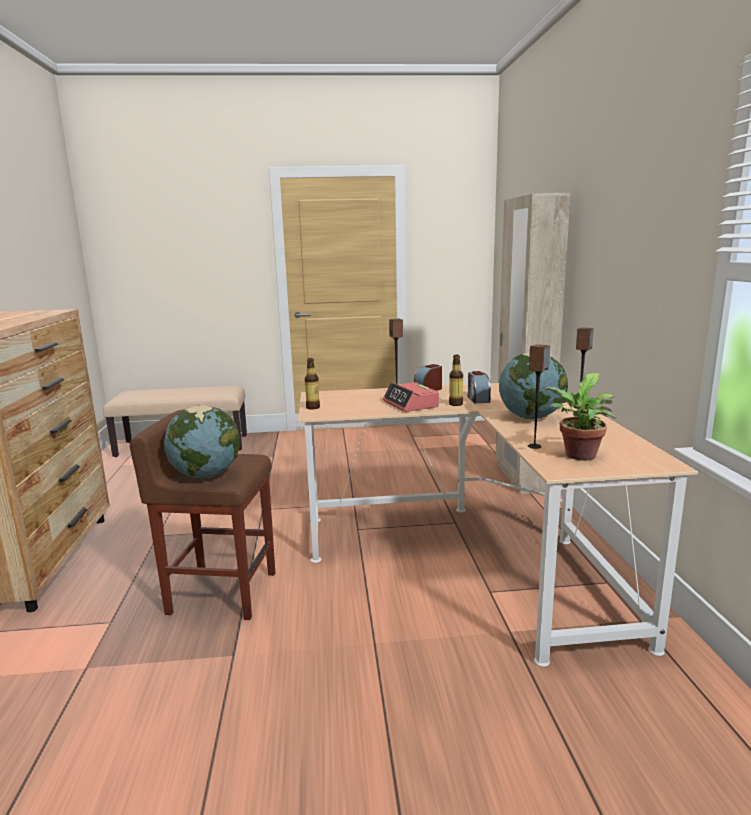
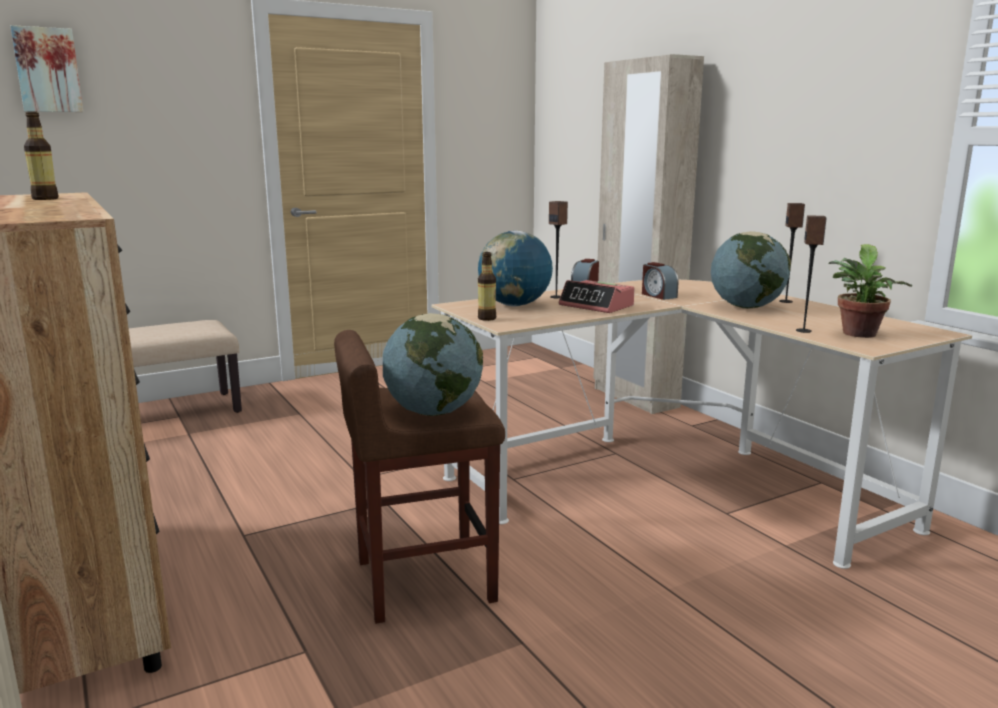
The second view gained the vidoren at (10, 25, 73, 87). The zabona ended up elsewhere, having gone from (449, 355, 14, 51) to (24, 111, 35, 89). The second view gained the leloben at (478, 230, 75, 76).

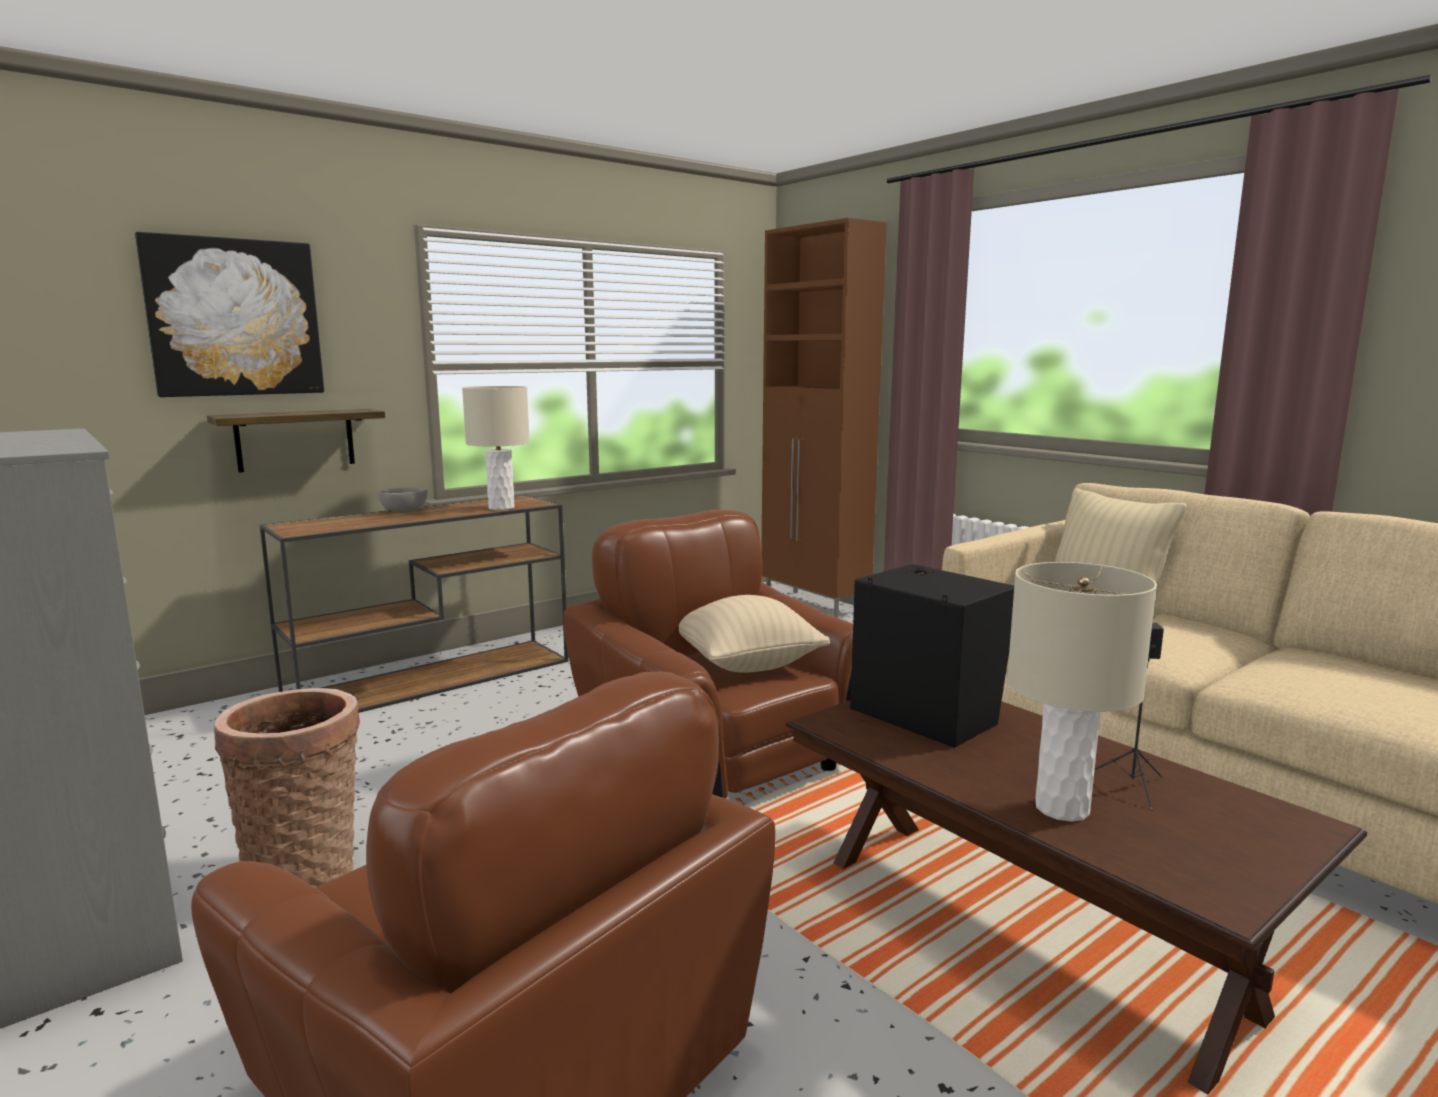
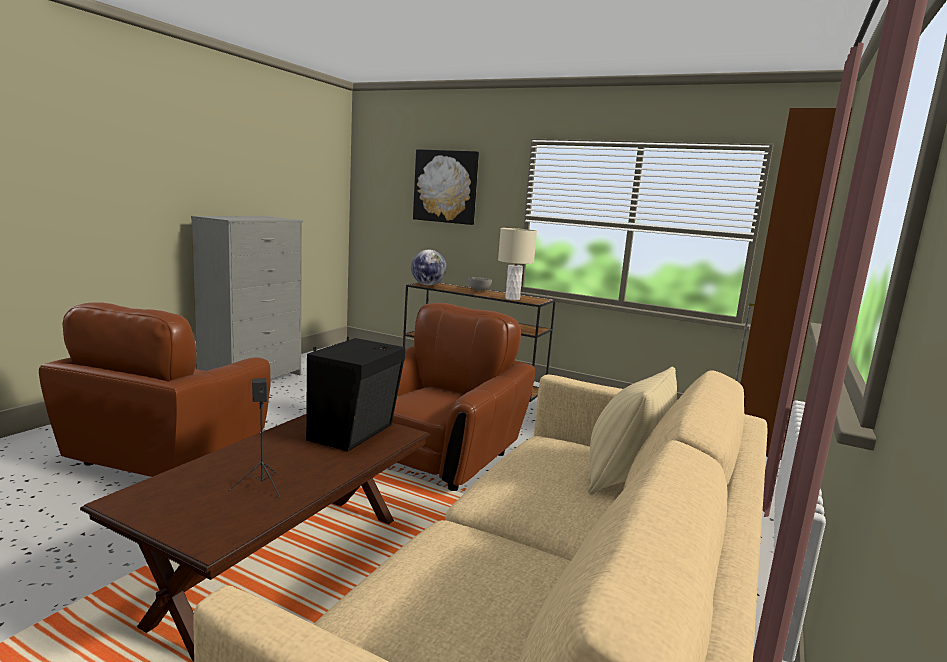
The second view gained the leloben at (411, 250, 36, 35). The second view lost the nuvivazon at (207, 409, 178, 64). The second view lost the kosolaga at (214, 688, 146, 199). The second view lost the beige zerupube at (679, 595, 151, 78). The second view lost the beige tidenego at (1007, 562, 150, 260).

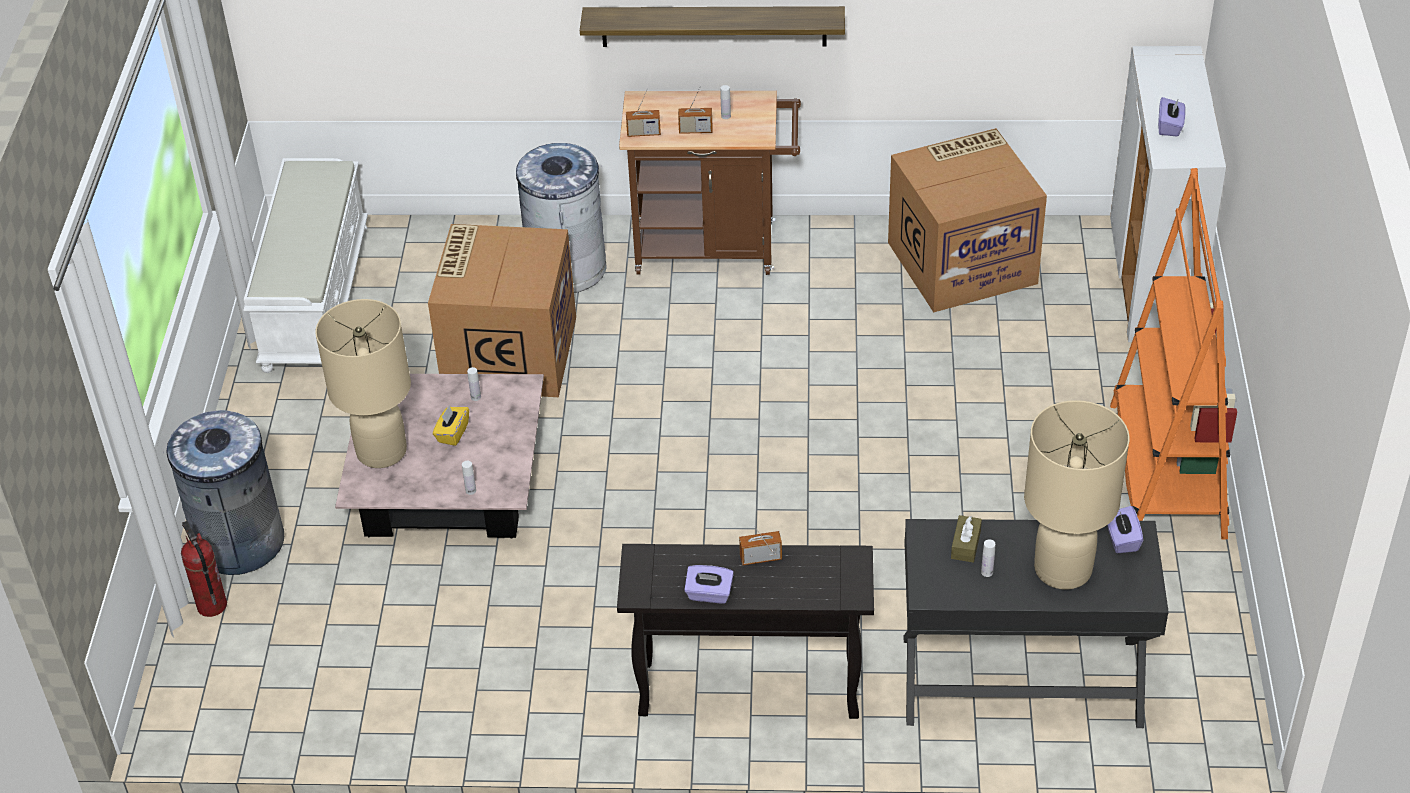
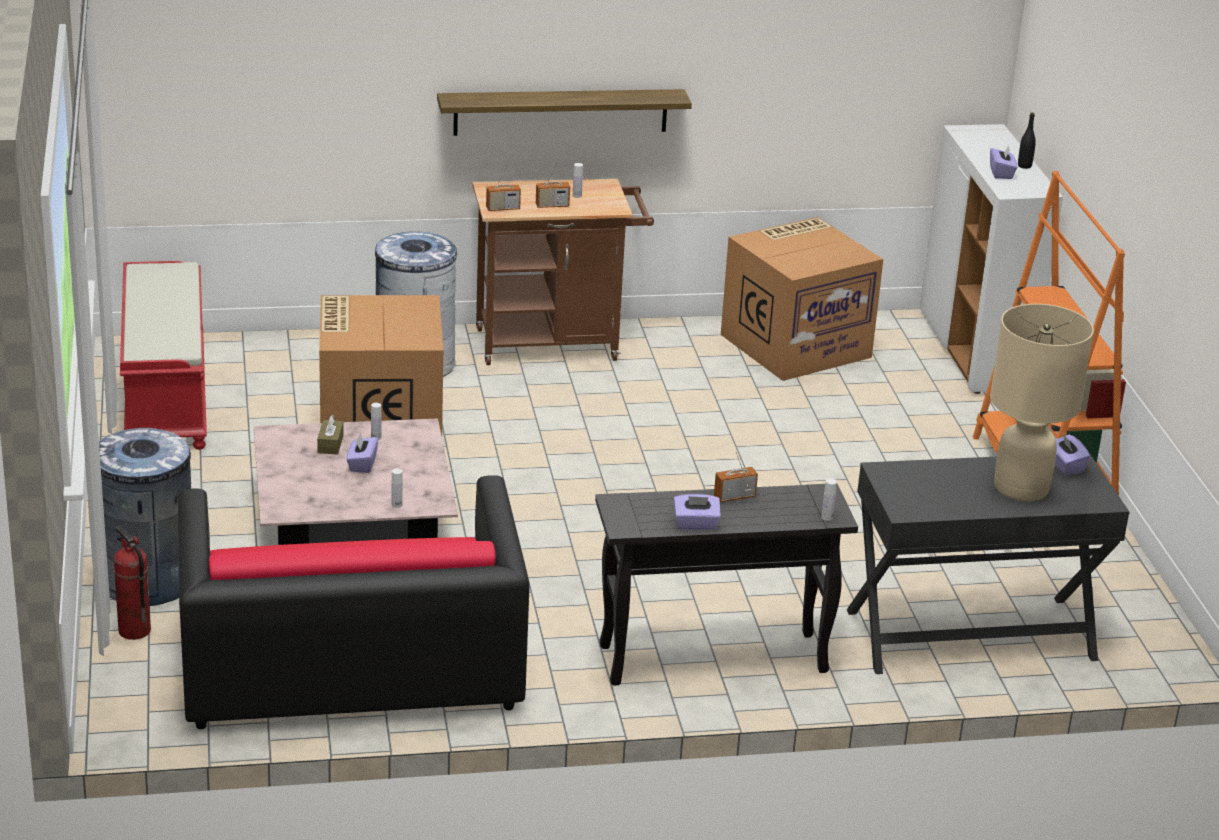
What was the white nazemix at (243, 158, 125, 215) turned into the red nazemix at (120, 261, 87, 189). The second view gained the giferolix at (178, 475, 352, 254). The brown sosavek ended up elsewhere, having gone from (951, 515, 31, 48) to (317, 415, 27, 39). What was the yellow sosavek at (433, 405, 36, 41) turned into the purple sosavek at (347, 433, 31, 40). The white zabona ended up elsewhere, having gone from (981, 539, 14, 38) to (821, 479, 16, 42). The second view gained the black zabona at (1018, 113, 18, 56). The second view lost the beige tidenego at (315, 299, 96, 169).

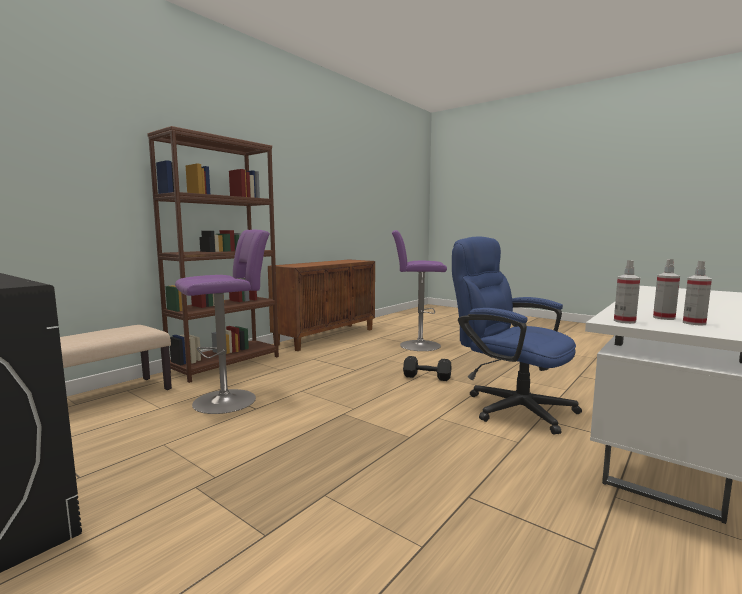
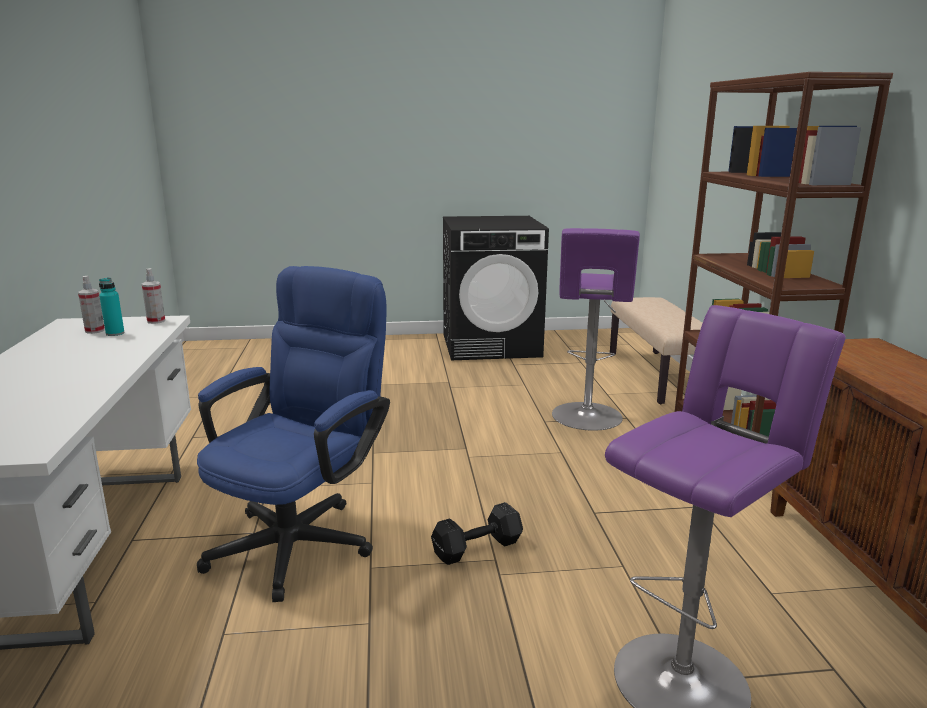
Where the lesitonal stood at (653, 259, 27, 61), the turquoise zabona came to stand at (99, 277, 26, 59). The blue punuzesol at (452, 237, 130, 198) ended up facing another way, 60 degrees counterclockwise from before.

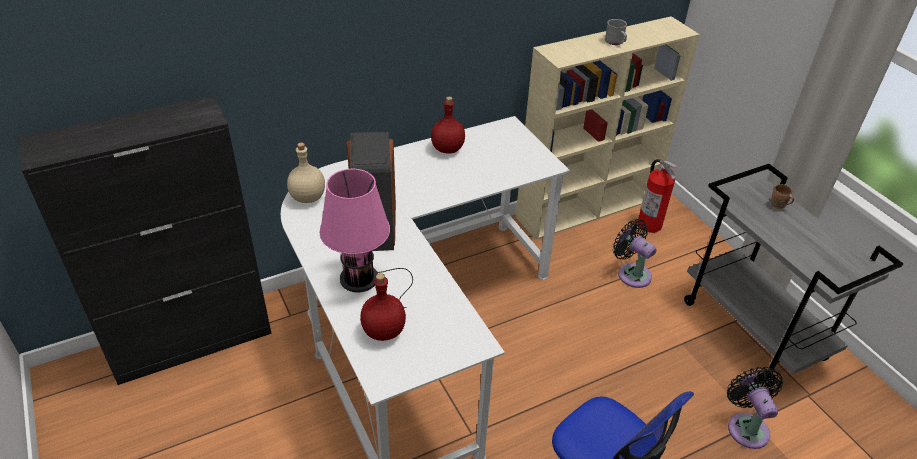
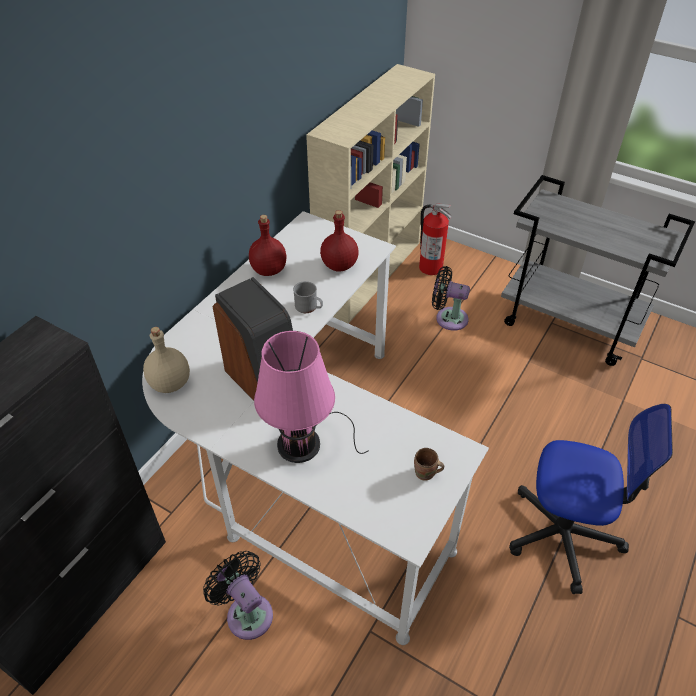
The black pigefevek ended up elsewhere, having gone from (727, 367, 56, 82) to (203, 551, 70, 89). The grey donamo ended up elsewhere, having gone from (605, 19, 22, 26) to (293, 281, 30, 32). The red zabona ended up elsewhere, having gone from (360, 273, 46, 68) to (320, 210, 39, 62). The brown donamo ended up elsewhere, having gone from (771, 184, 23, 25) to (414, 448, 30, 33).

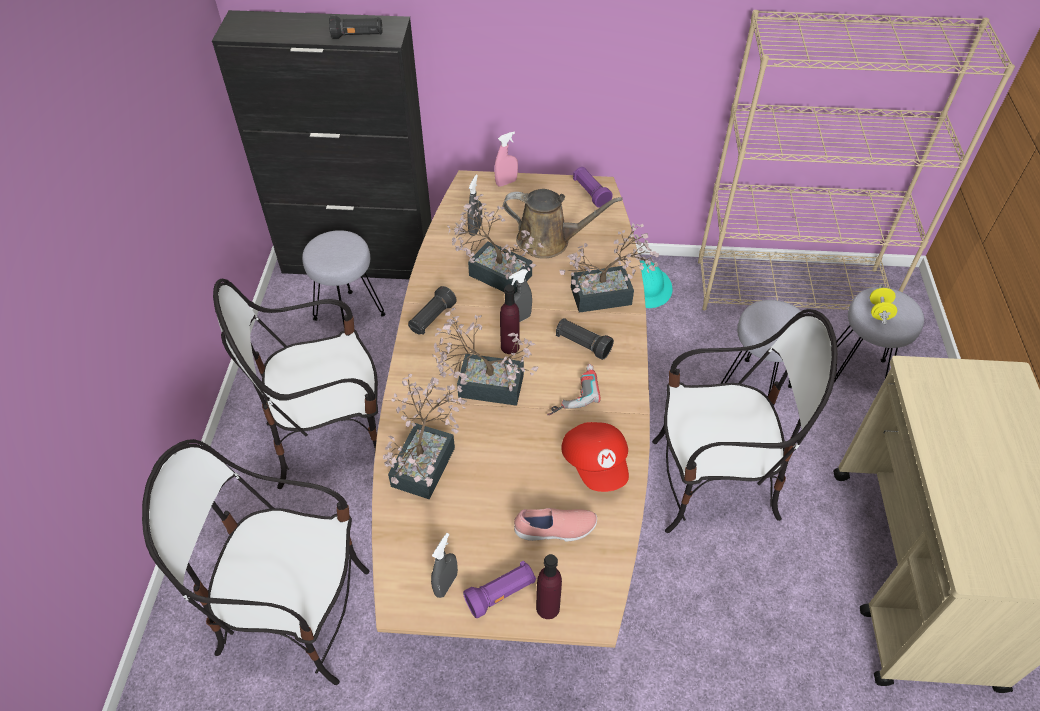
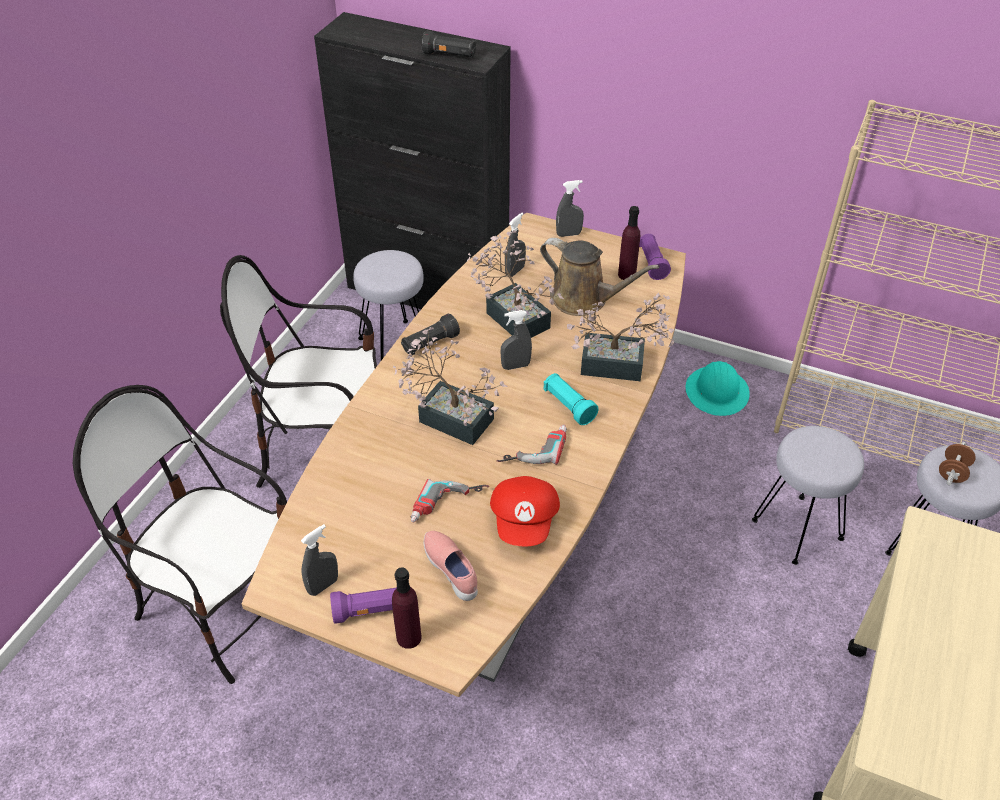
The second view gained the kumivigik at (411, 479, 79, 43). The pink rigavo at (514, 508, 83, 33) ended up facing another way, 135 degrees counterclockwise from before. What was the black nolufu at (556, 318, 58, 42) turned into the turquoise nolufu at (544, 373, 54, 52). What was the pink lesitonal at (494, 132, 24, 55) turned into the grey lesitonal at (556, 180, 28, 57). The purple zabona ended up elsewhere, having gone from (500, 285, 20, 69) to (618, 206, 22, 74). What was the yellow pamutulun at (870, 285, 27, 39) turned into the brown pamutulun at (939, 442, 37, 43). The second view lost the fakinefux at (383, 374, 83, 126). The second view lost the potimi at (652, 309, 186, 224).

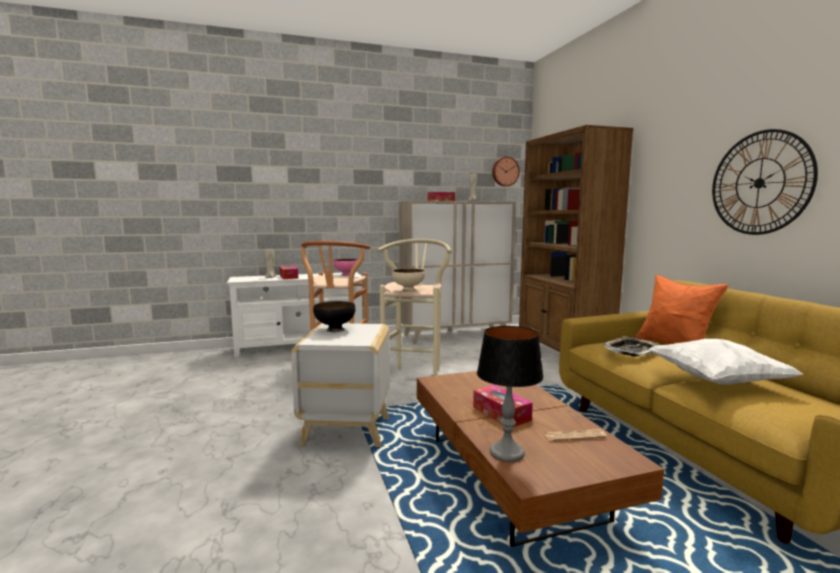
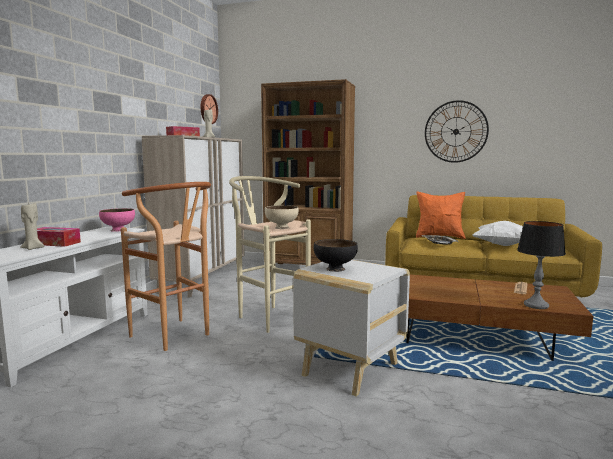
The second view lost the sosavek at (473, 385, 60, 42).

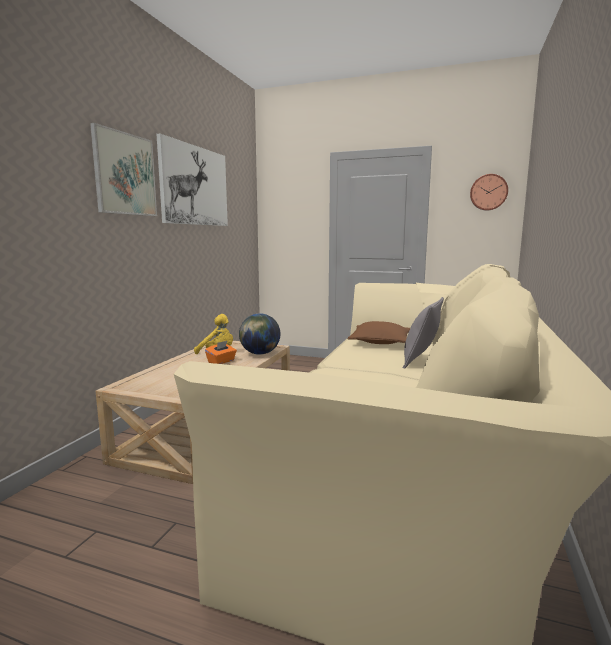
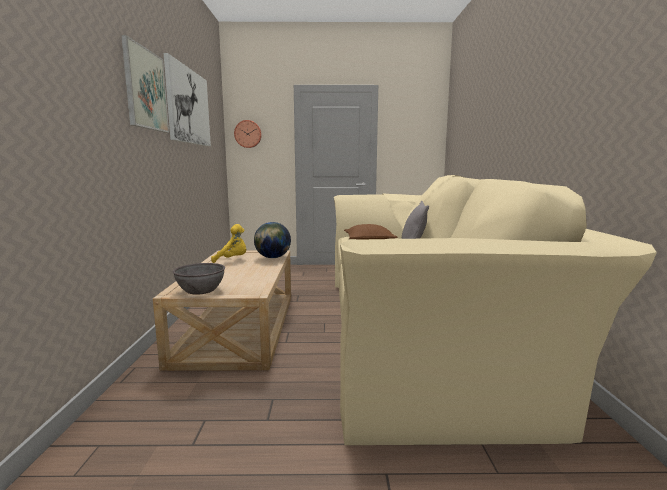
The second view gained the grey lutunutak at (173, 263, 52, 32). The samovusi ended up elsewhere, having gone from (470, 174, 38, 37) to (234, 120, 28, 28). The second view lost the orange sosavek at (205, 341, 32, 23).

